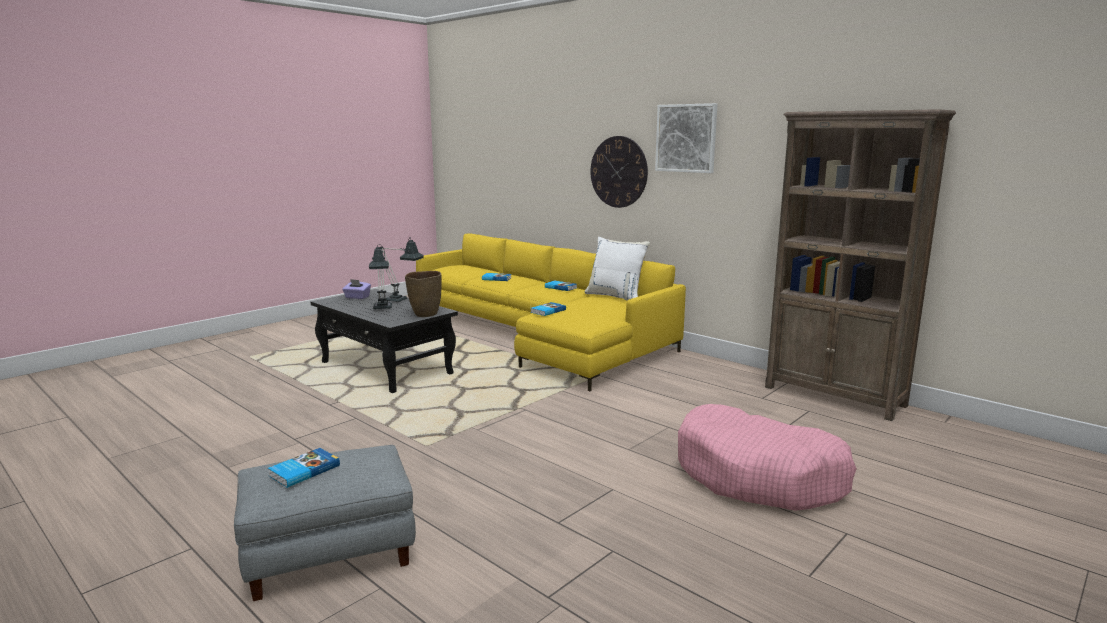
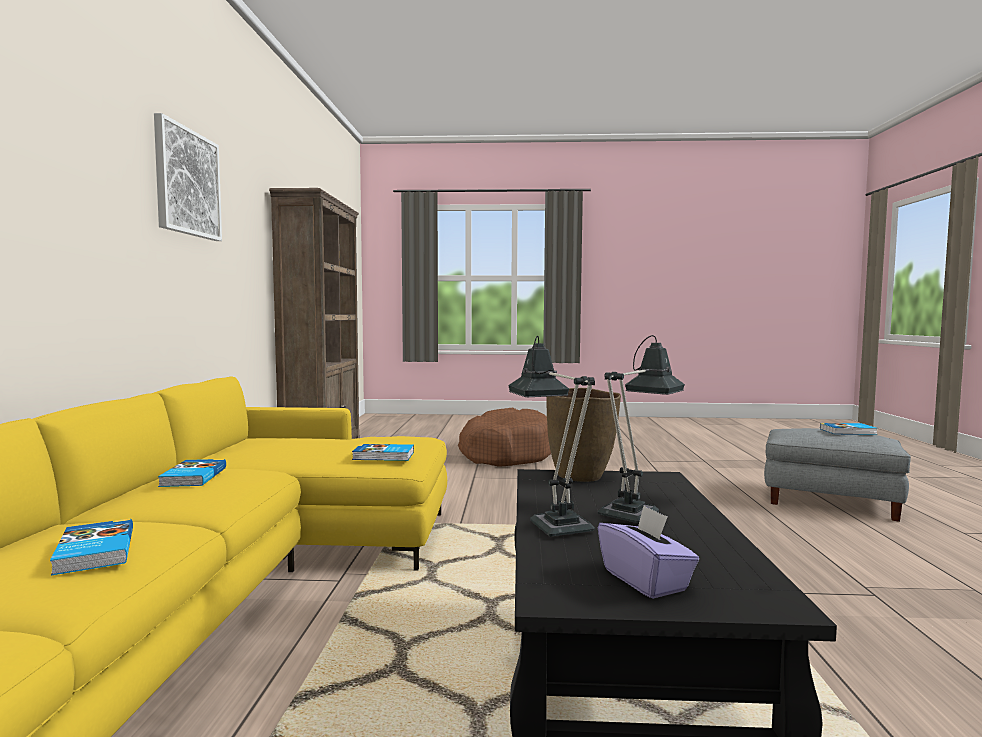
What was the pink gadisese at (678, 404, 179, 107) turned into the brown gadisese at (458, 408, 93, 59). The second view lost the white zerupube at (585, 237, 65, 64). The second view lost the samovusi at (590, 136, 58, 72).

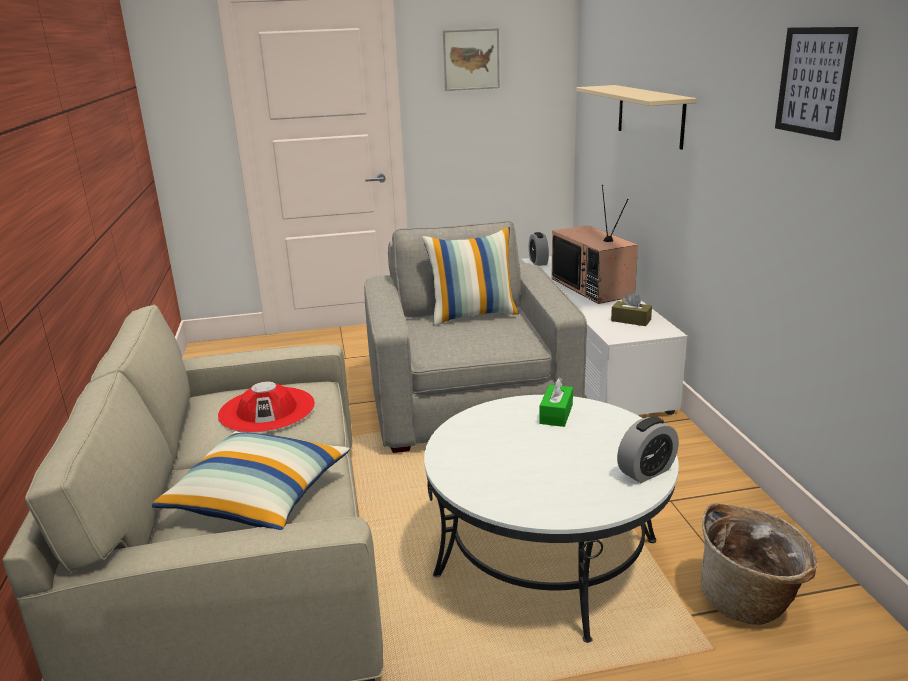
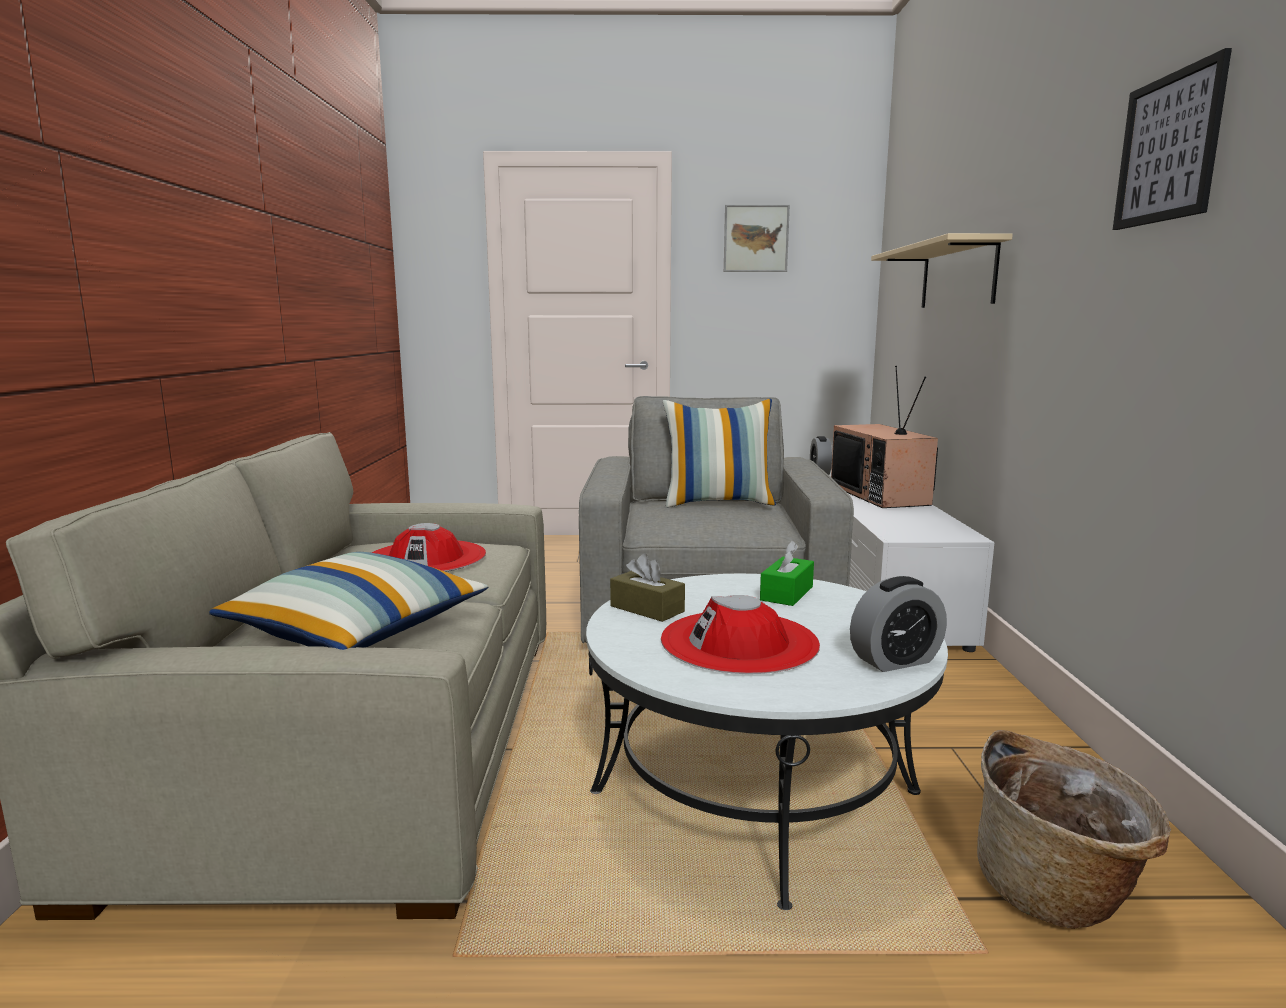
The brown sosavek ended up elsewhere, having gone from (611, 292, 41, 34) to (610, 553, 75, 69). The second view gained the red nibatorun at (661, 595, 159, 79).

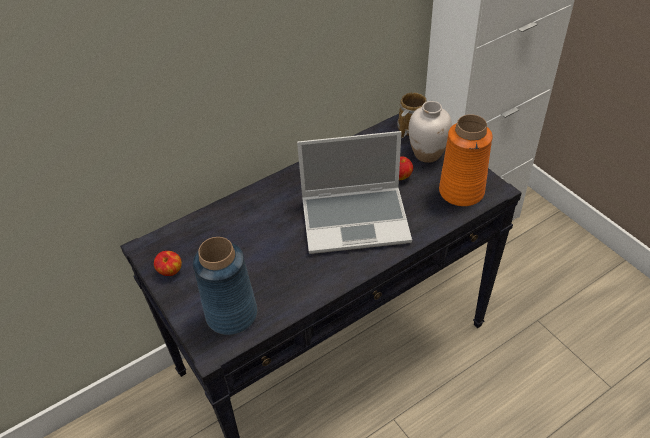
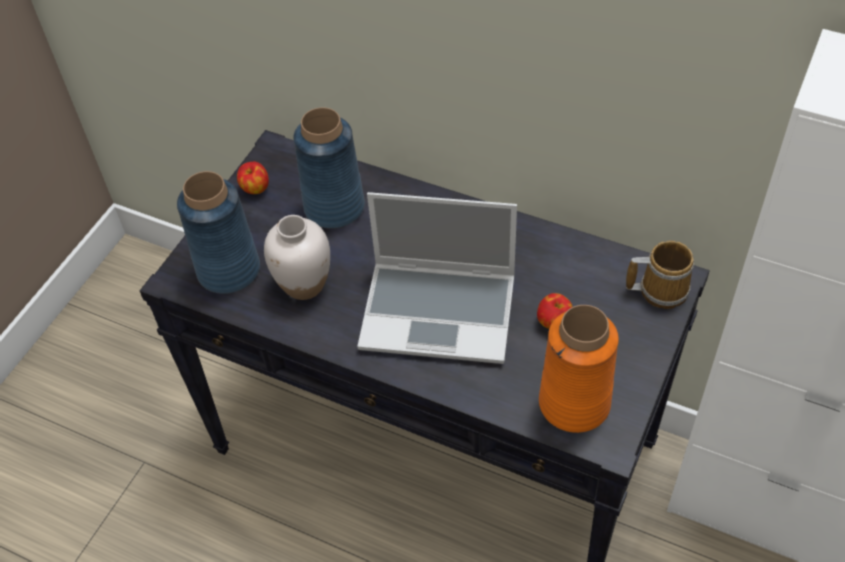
The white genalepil ended up elsewhere, having gone from (408, 101, 44, 62) to (264, 215, 66, 85). The second view gained the blue genalepil at (293, 107, 72, 122). The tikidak at (297, 131, 115, 123) ended up facing another way, 45 degrees counterclockwise from before.

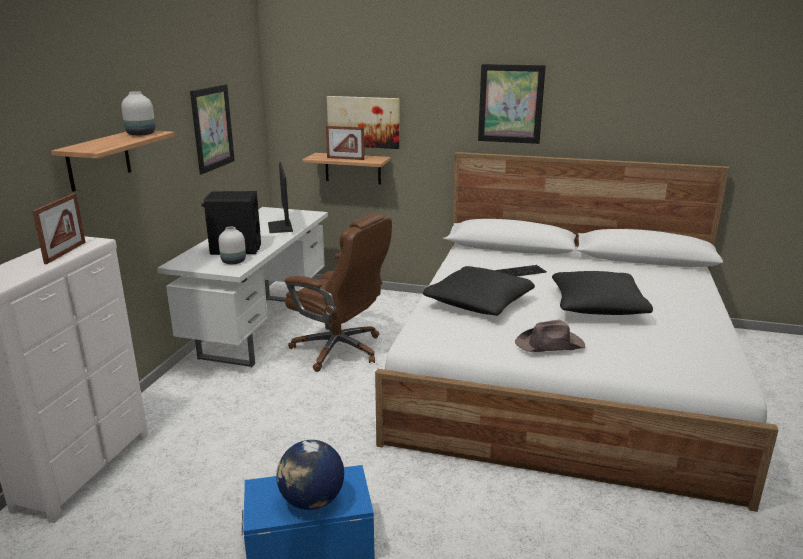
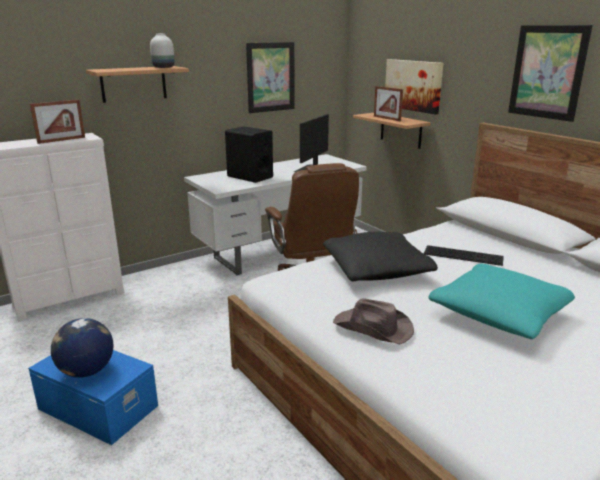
What was the black zerupube at (552, 271, 101, 44) turned into the turquoise zerupube at (428, 264, 147, 75). The second view lost the white genalepil at (219, 227, 27, 37).

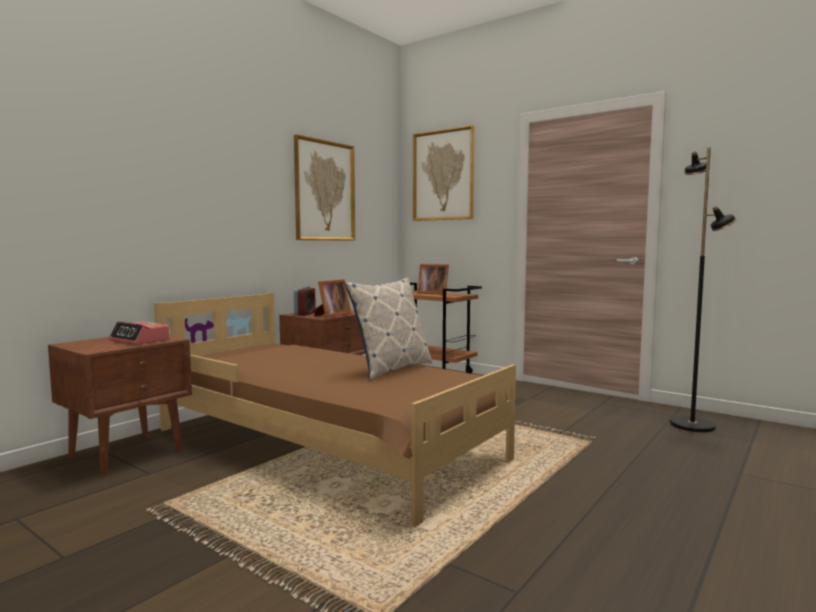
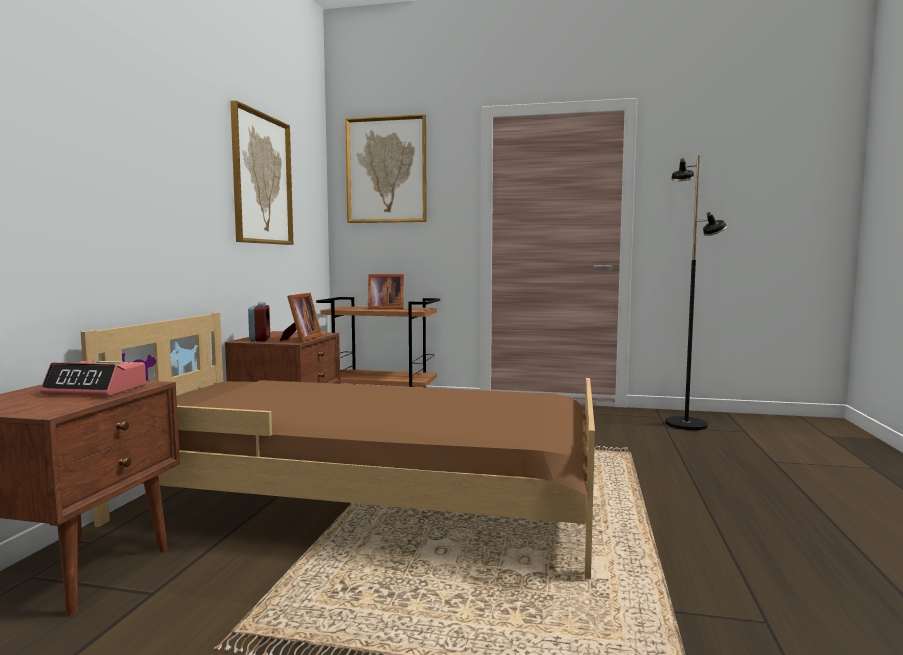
The second view lost the zerupube at (345, 278, 87, 102).

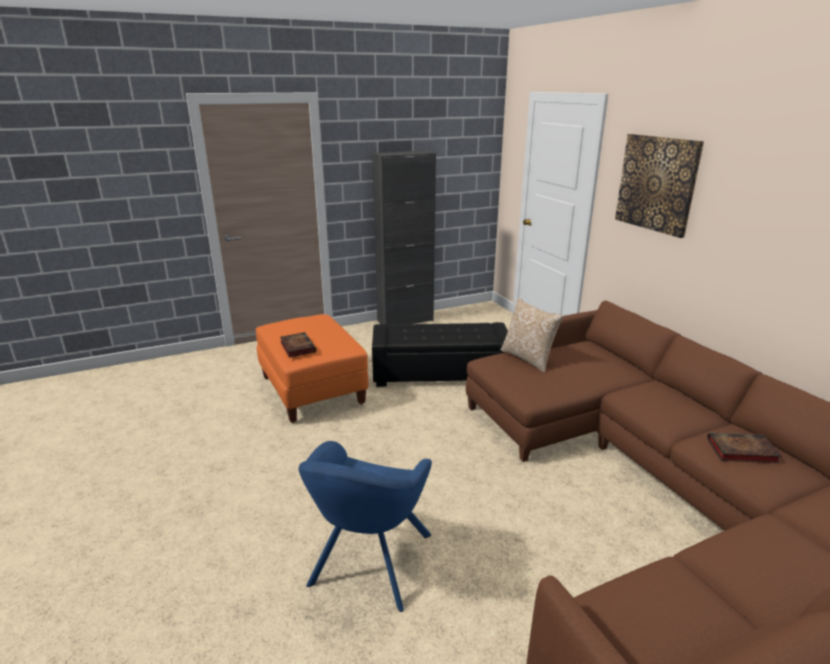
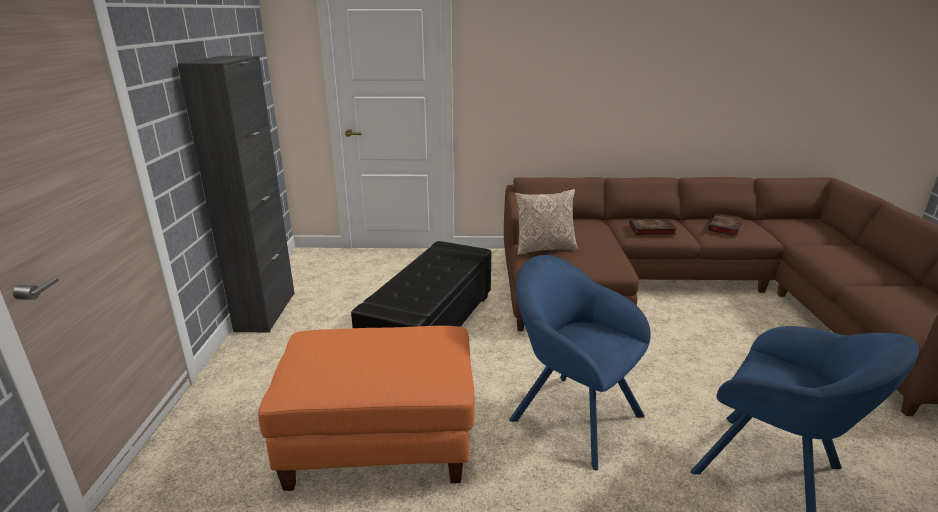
The second view gained the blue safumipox at (509, 255, 142, 216). The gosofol ended up elsewhere, having gone from (280, 332, 36, 26) to (629, 219, 48, 16). The second view lost the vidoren at (615, 134, 89, 104).

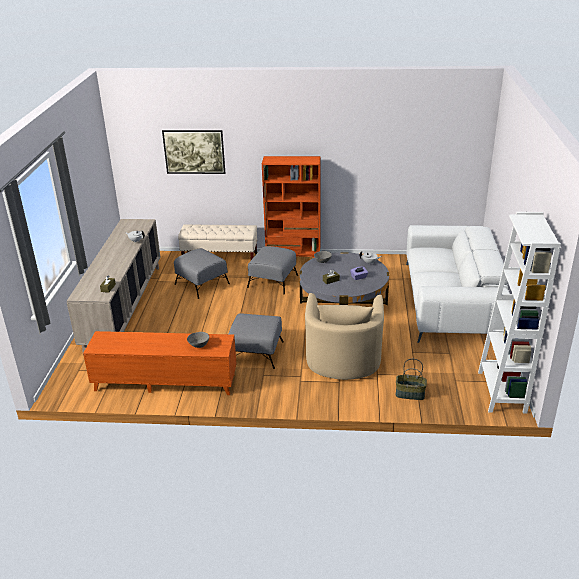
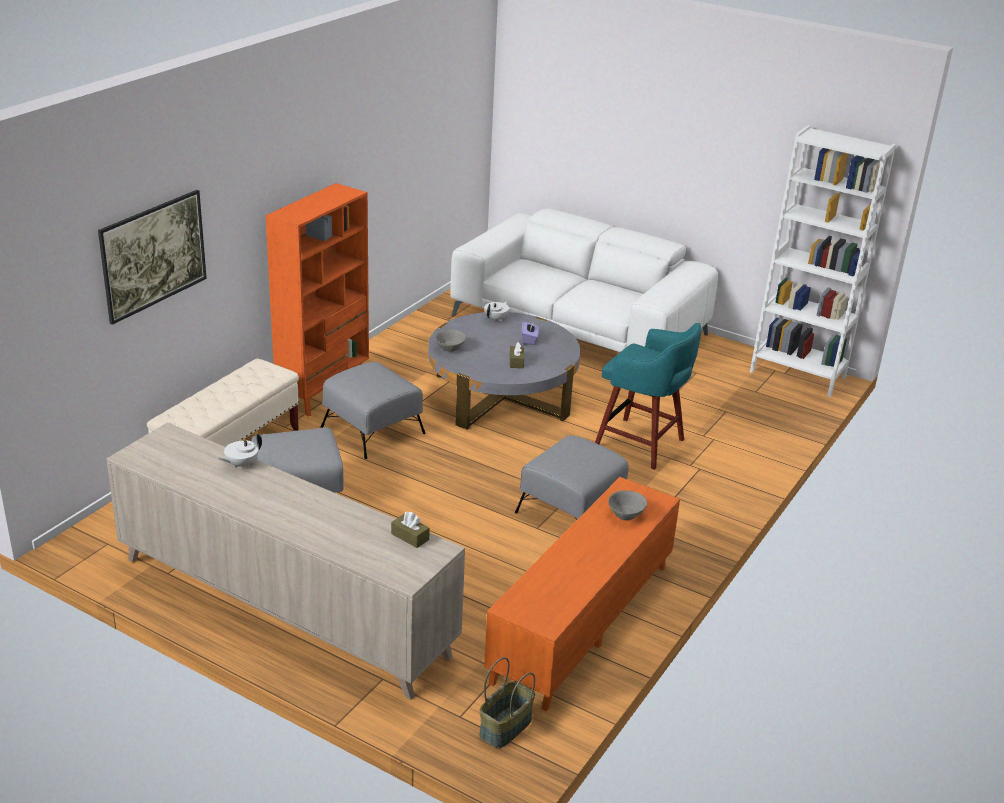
The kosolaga ended up elsewhere, having gone from (396, 359, 31, 41) to (479, 657, 56, 91). Where the beige safumipox stood at (305, 293, 79, 87), the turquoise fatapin came to stand at (595, 323, 106, 147).

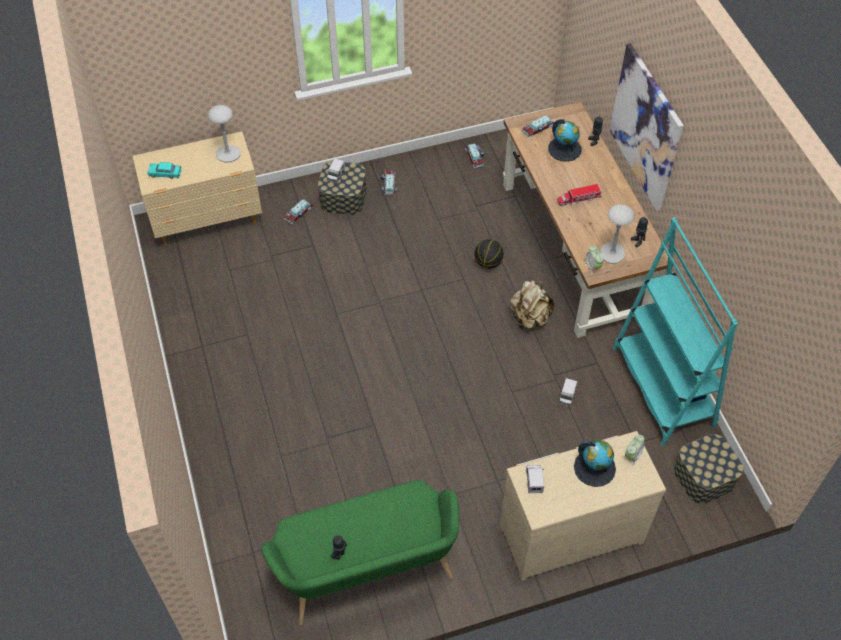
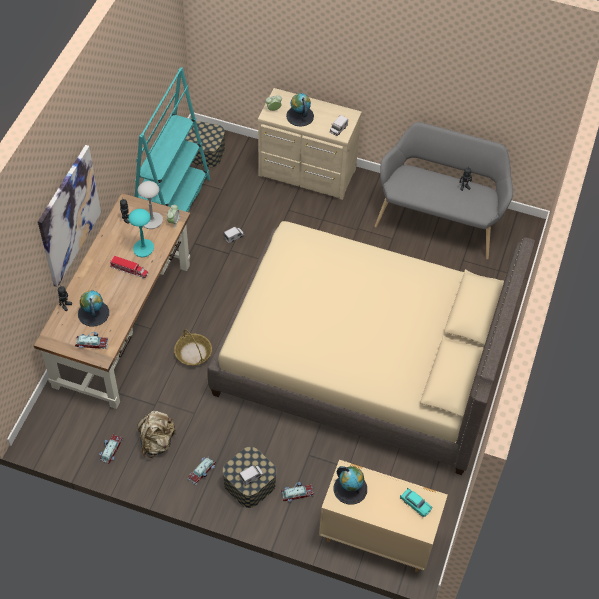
The second view gained the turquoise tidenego at (128, 209, 26, 48). The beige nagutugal ended up elsewhere, having gone from (510, 280, 44, 49) to (137, 411, 39, 47). Where the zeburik stood at (474, 239, 30, 30), the kosolaga came to stand at (174, 329, 38, 37). The second view gained the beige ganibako at (207, 221, 328, 254). Where the grey tidenego stood at (208, 105, 33, 58), the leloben came to stand at (334, 466, 33, 39). What was the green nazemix at (261, 480, 198, 145) turned into the grey nazemix at (374, 122, 139, 138).

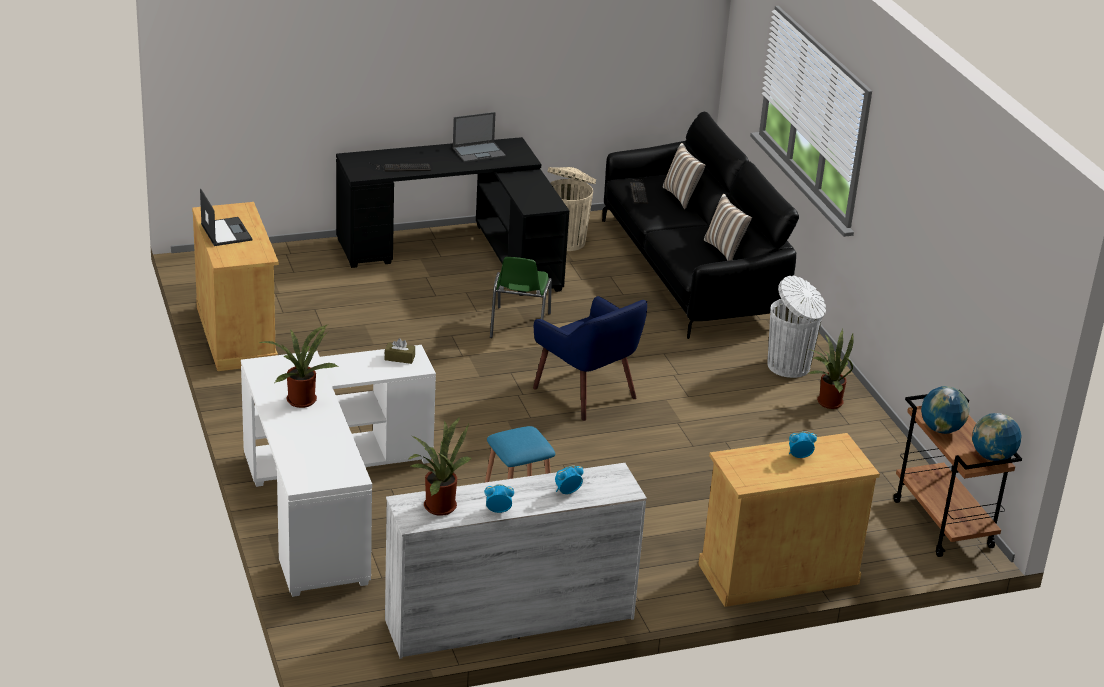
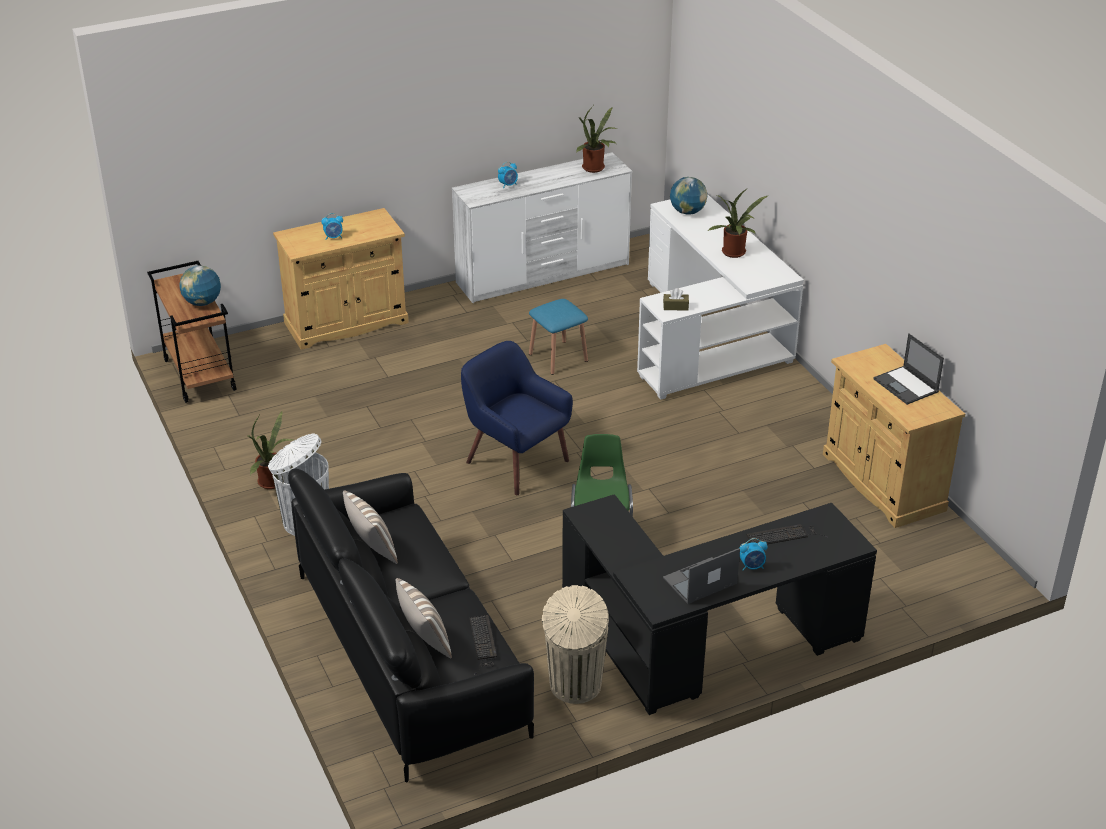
The leloben ended up elsewhere, having gone from (972, 413, 50, 48) to (670, 177, 38, 38). The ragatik ended up elsewhere, having gone from (485, 484, 29, 29) to (740, 538, 28, 33).

